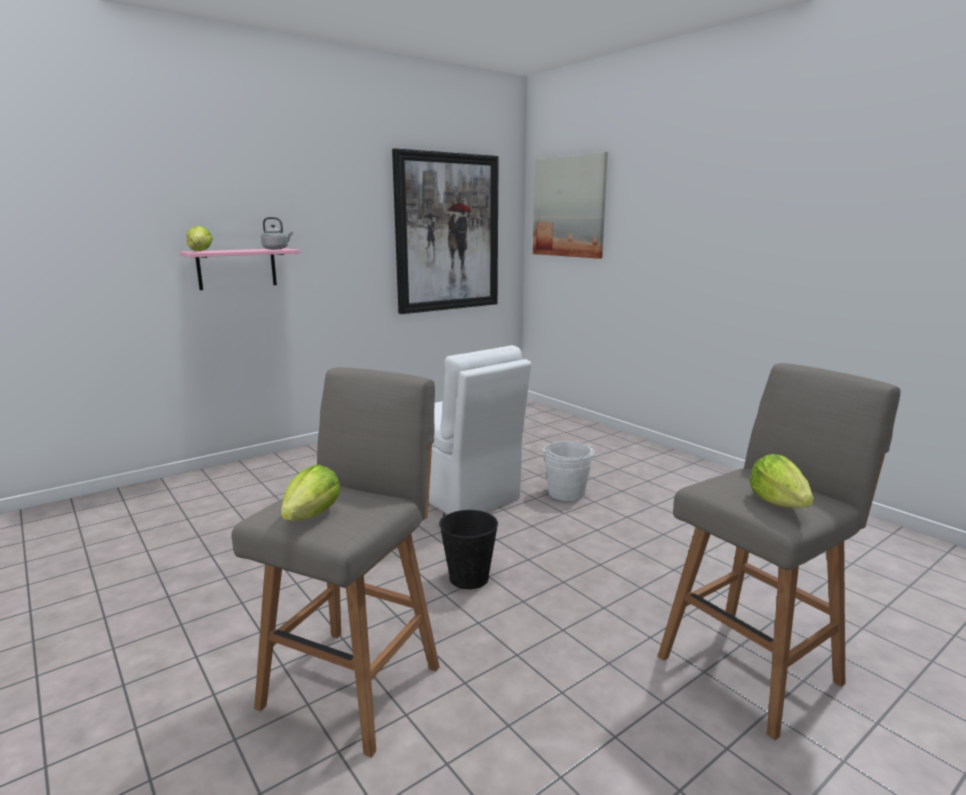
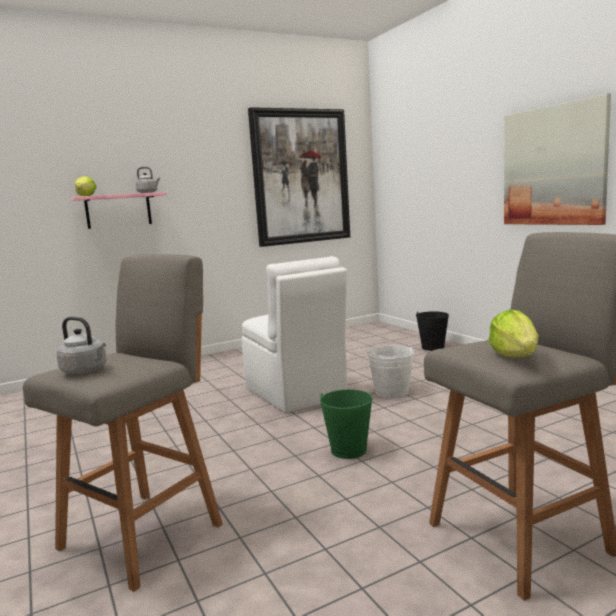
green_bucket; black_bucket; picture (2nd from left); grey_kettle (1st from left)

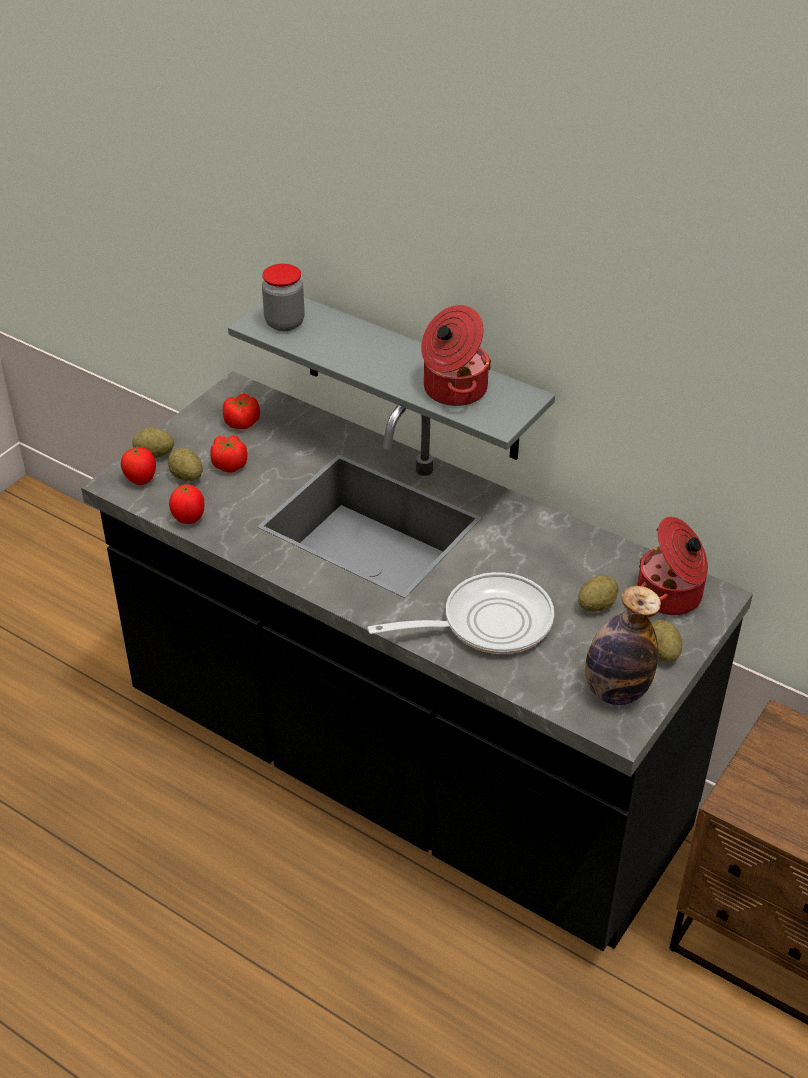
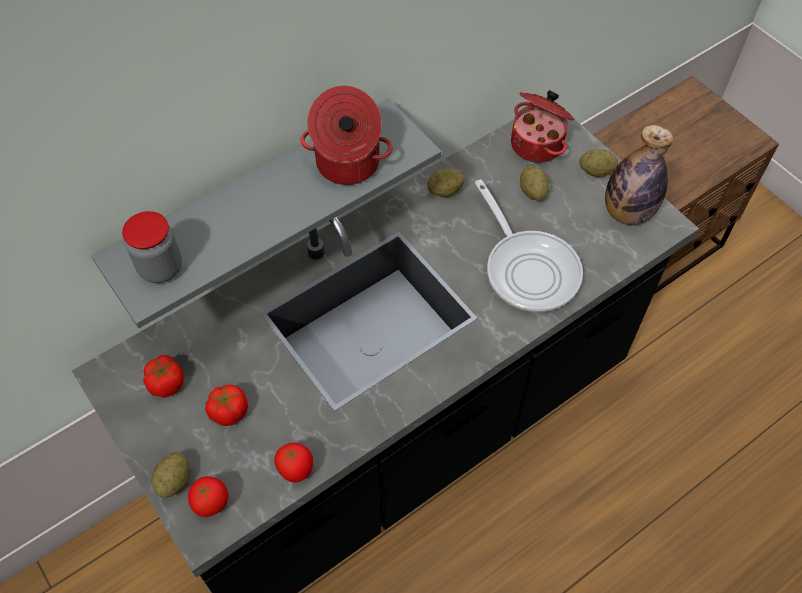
potato (2nd from left); frying_pan

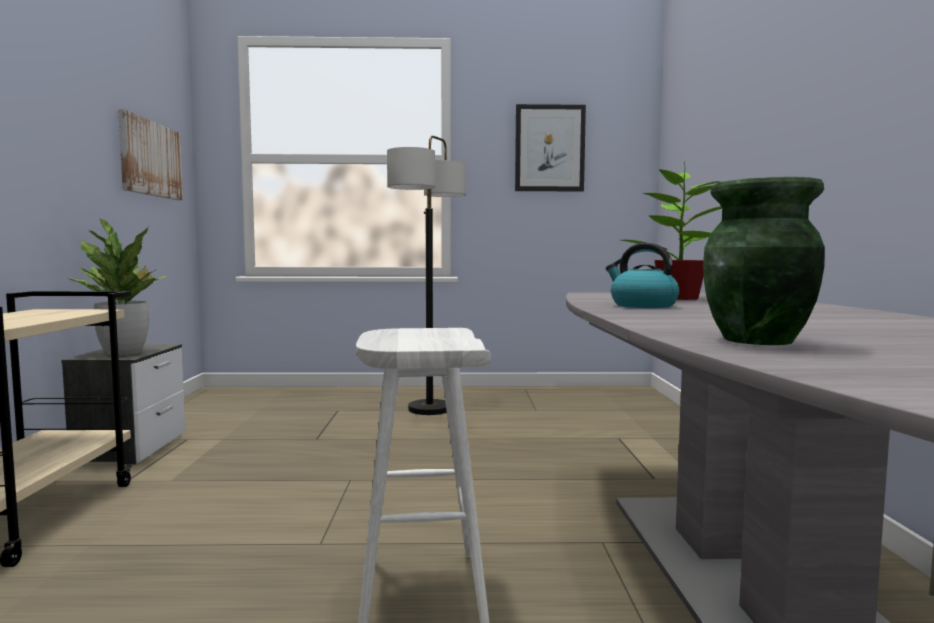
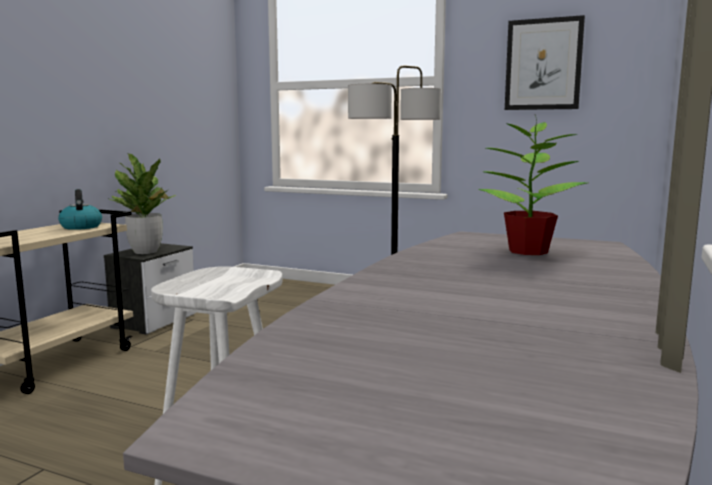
picture (1st from left in the first image); green_vase; kettle

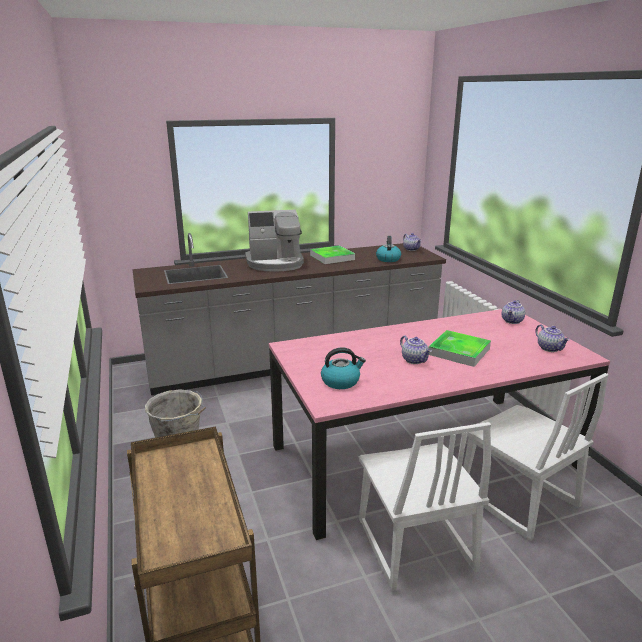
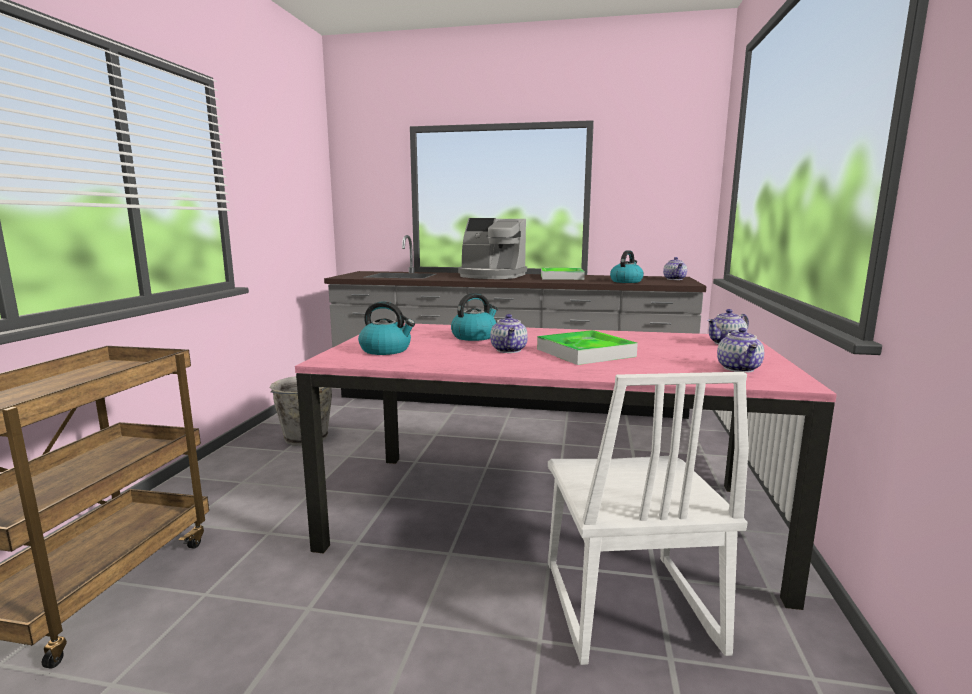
white_chair (1st from left in the first image); kettle (2nd from left)

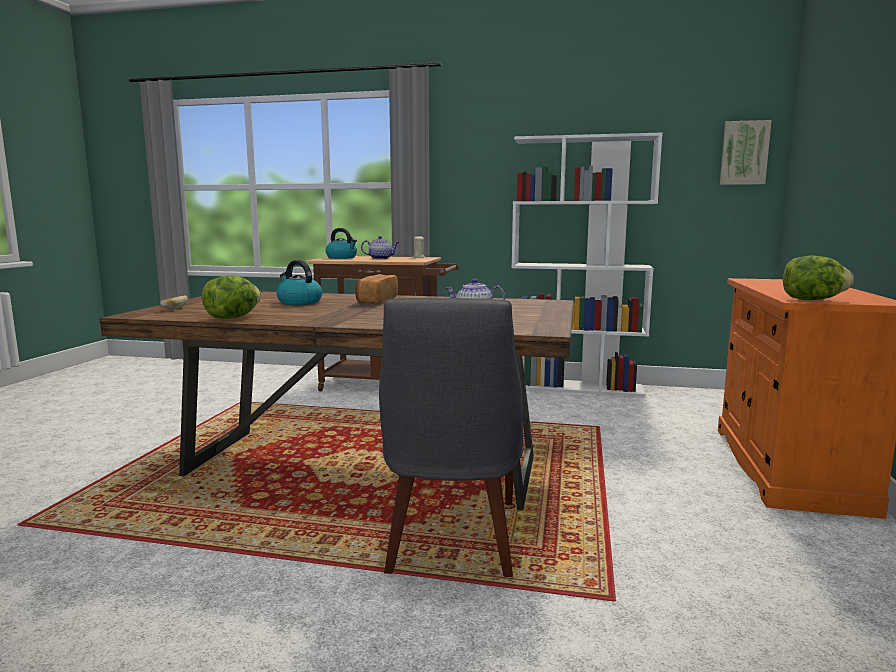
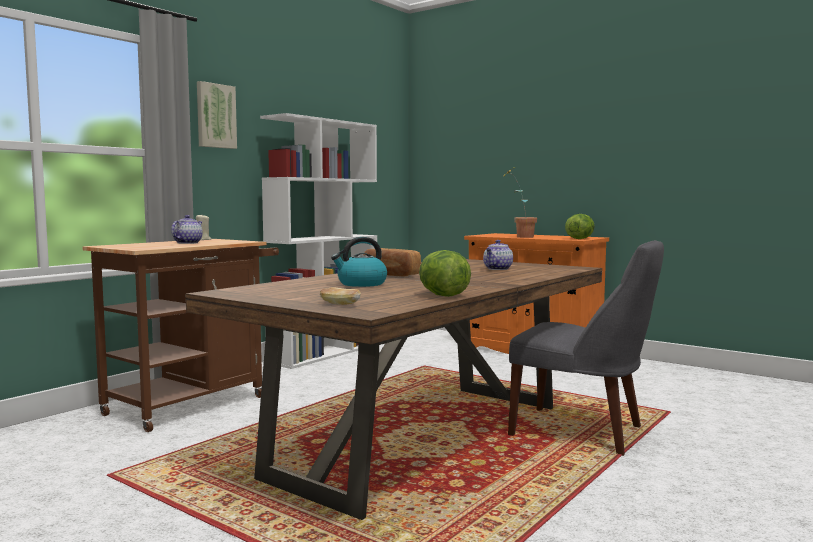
kettle (2nd from left in the first image); potted_plant; picture

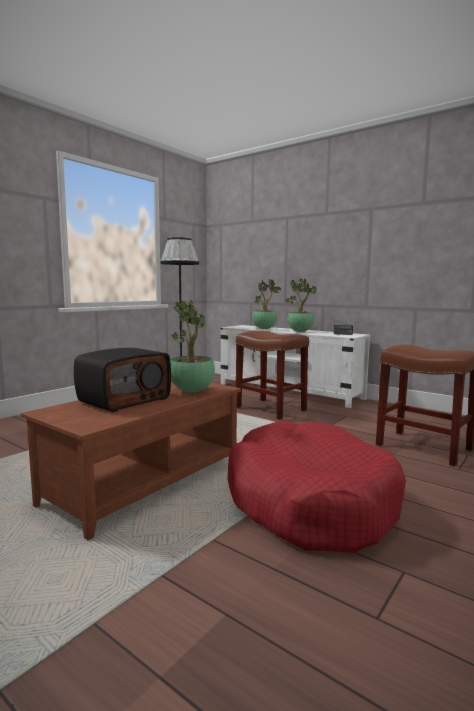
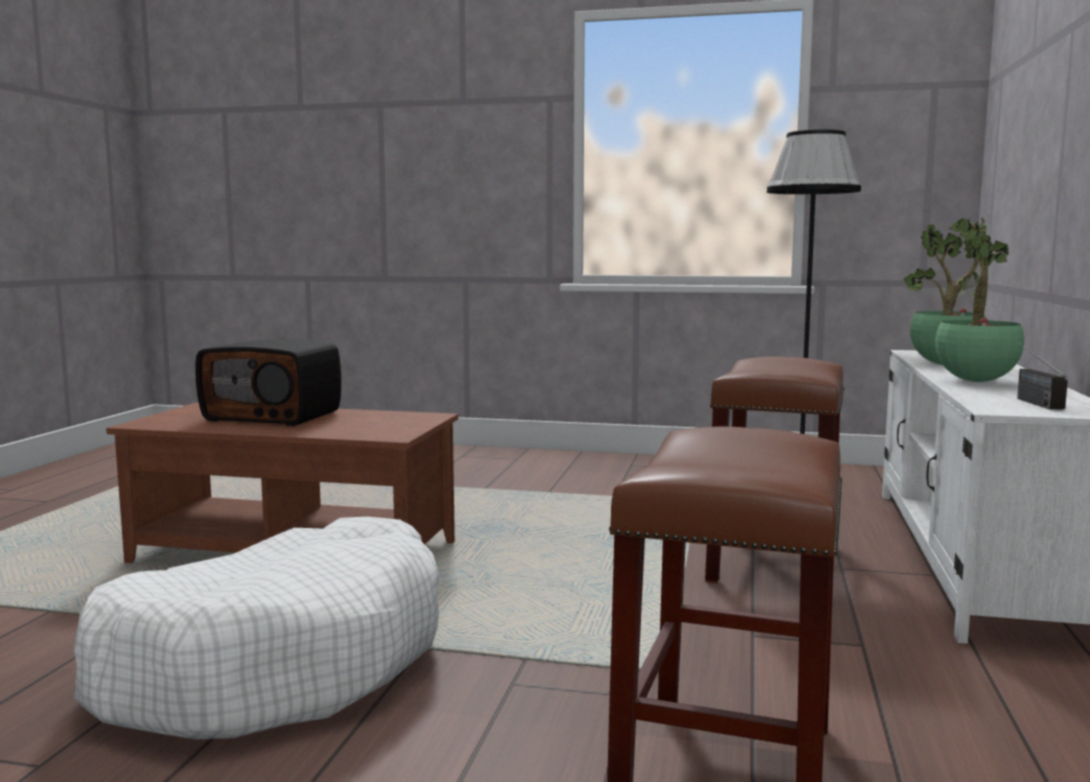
potted_plant (1st from left in the first image); white_dog_bed

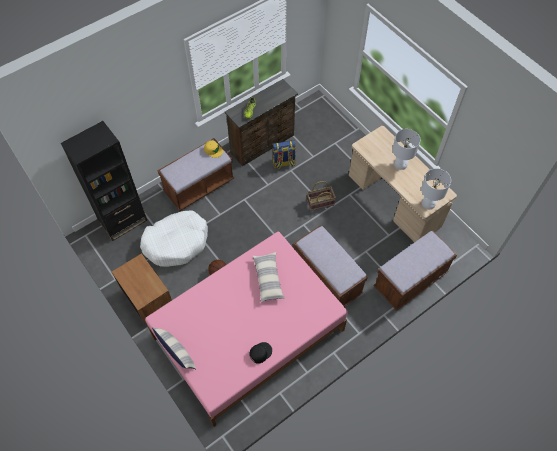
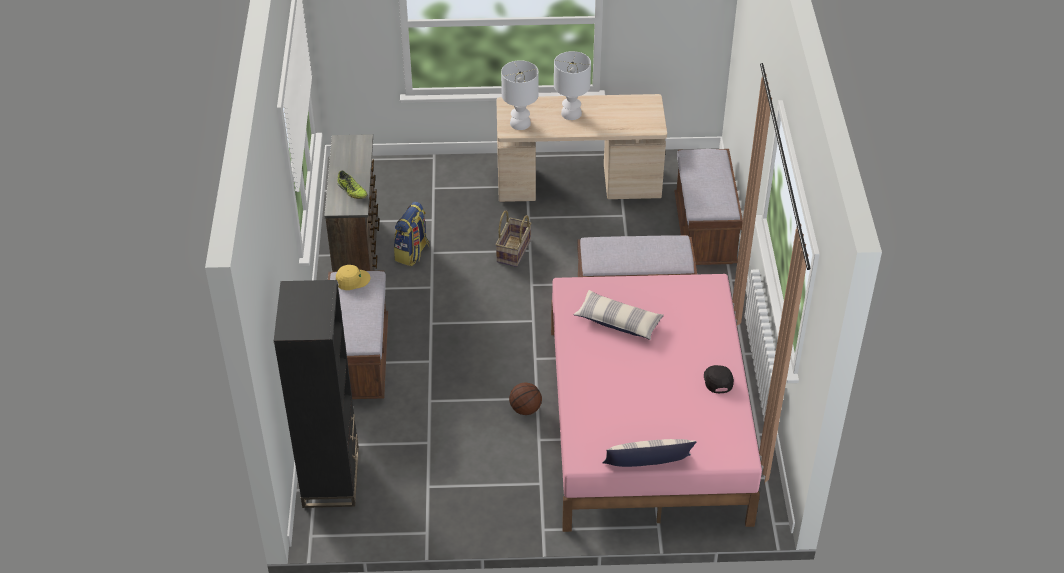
brown_nightstand; white_dog_bed; white_table_lamp (1st from left)

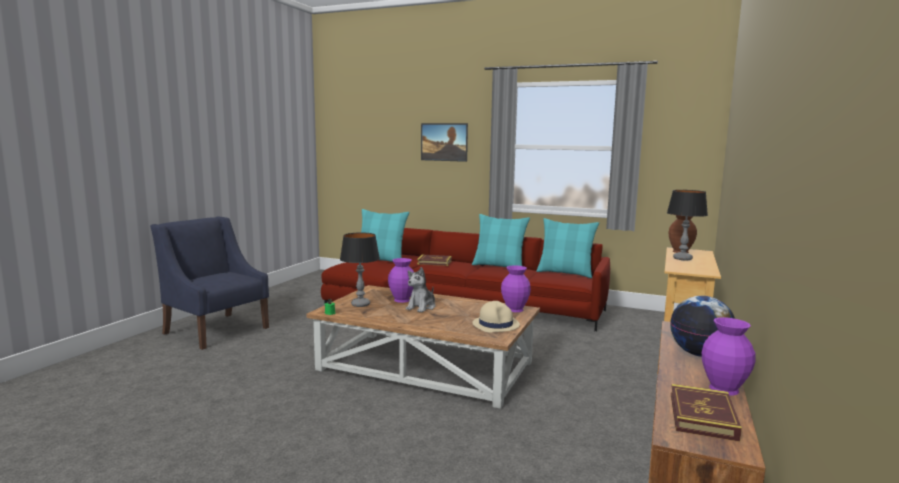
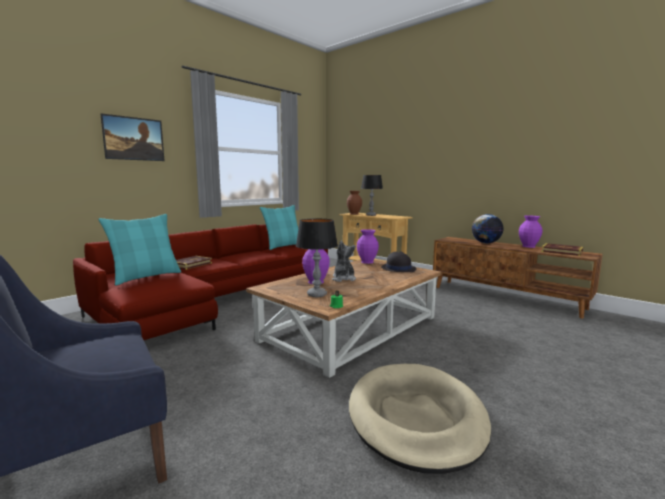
turquoise_pillow (2nd from left in the first image); beige_dog_bed; black_hat; plush_toy

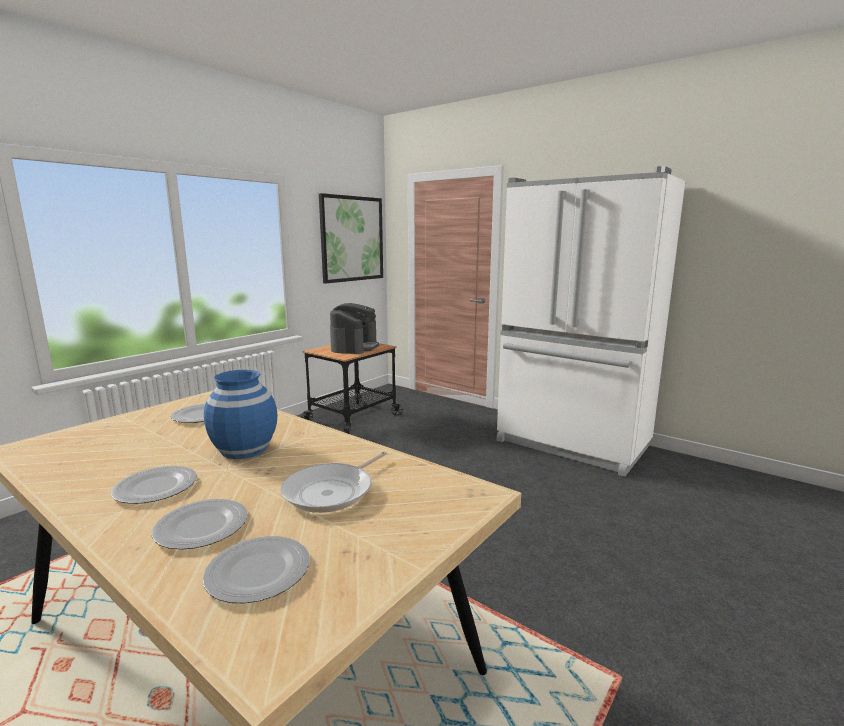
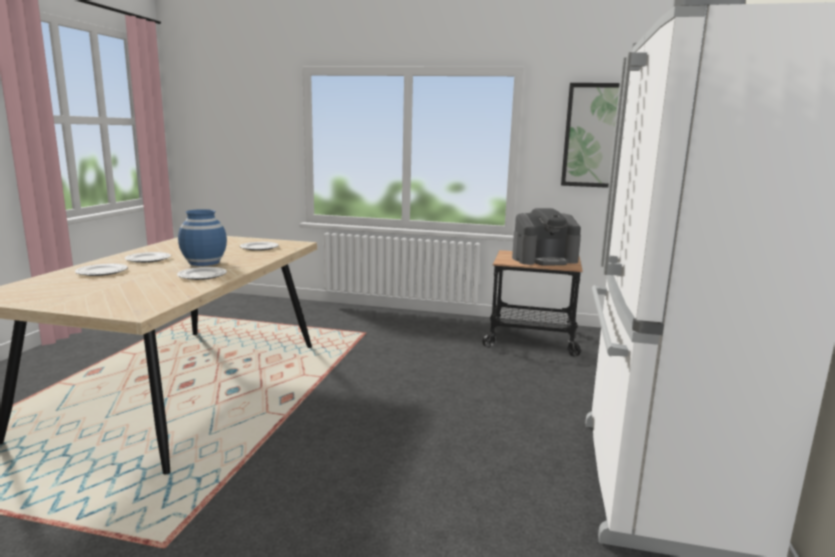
frying_pan; plate (3rd from left)

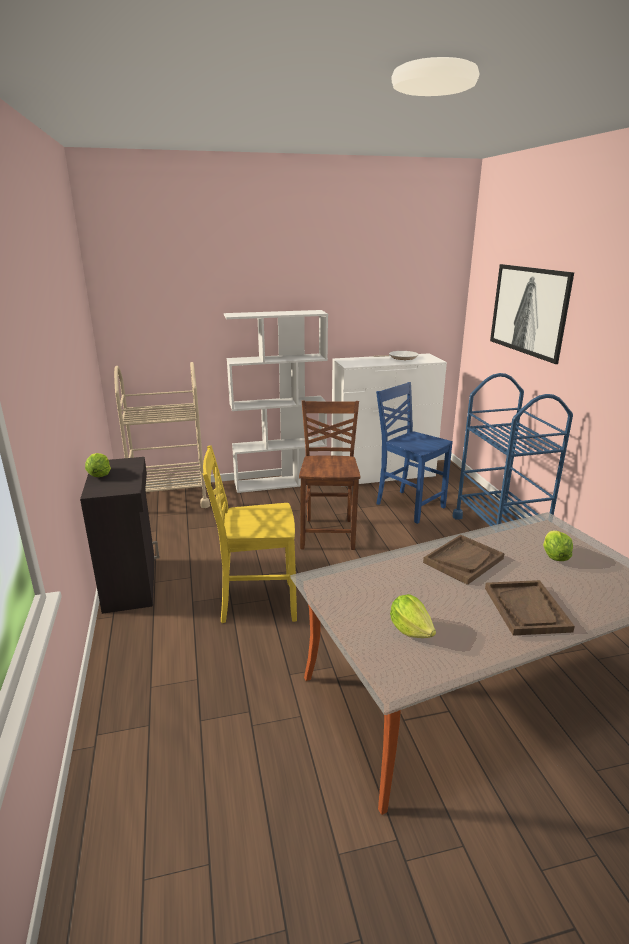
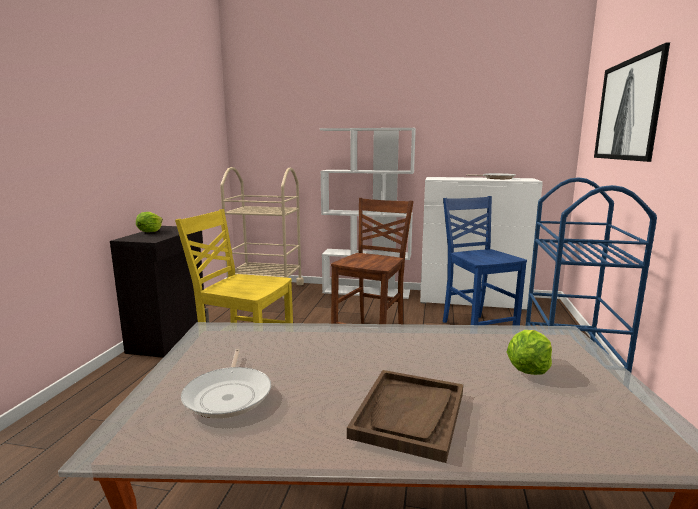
brown_tray (1st from left in the first image); frying_pan (1st from left)

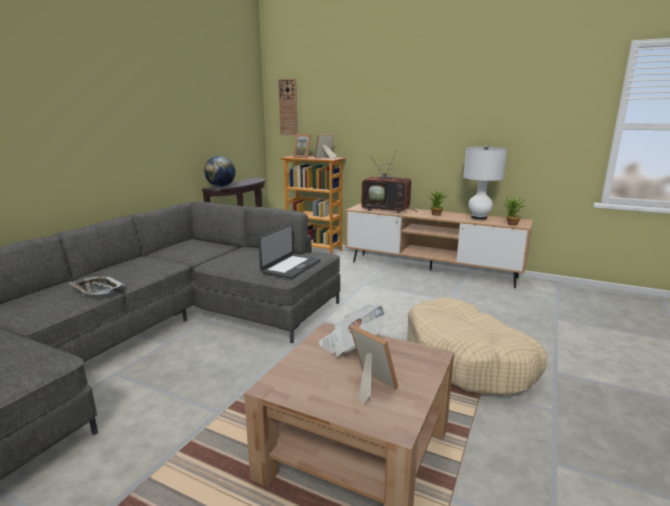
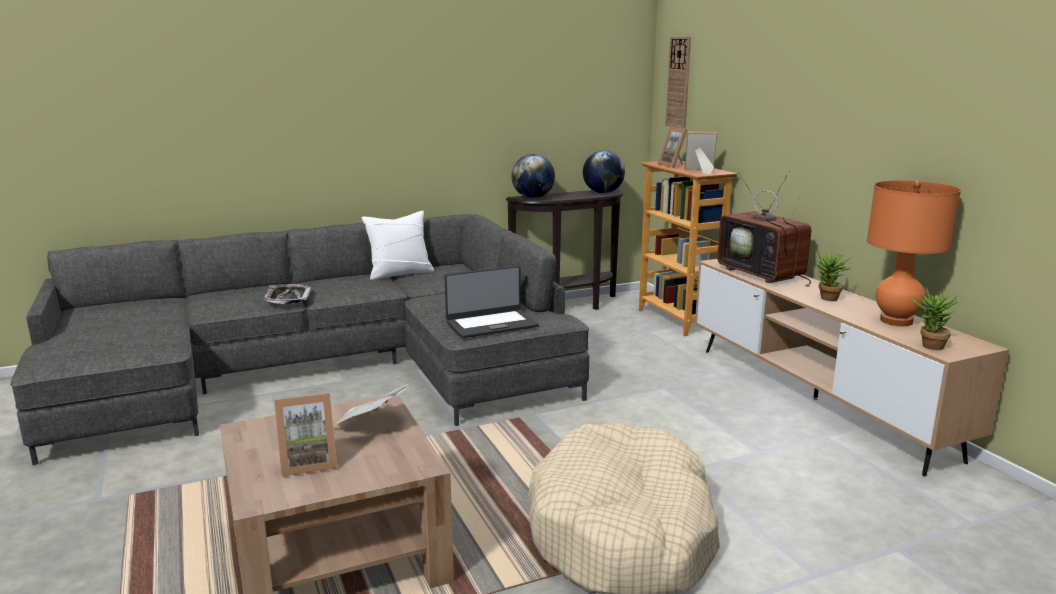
white_pillow; globe (2nd from left); orange_table_lamp; picture_frame (1st from left)

